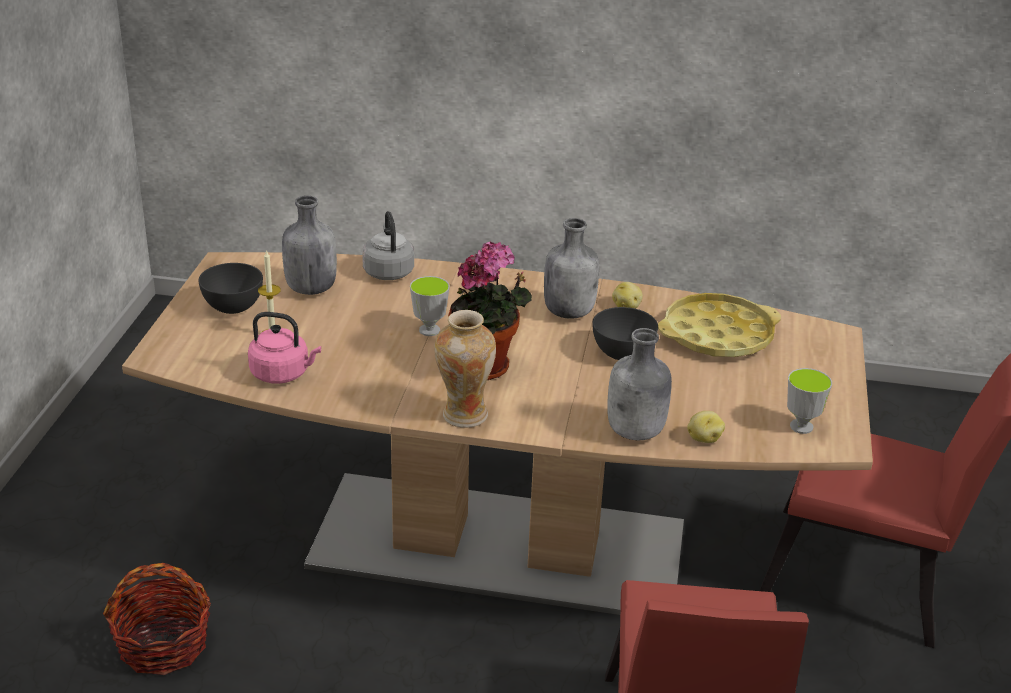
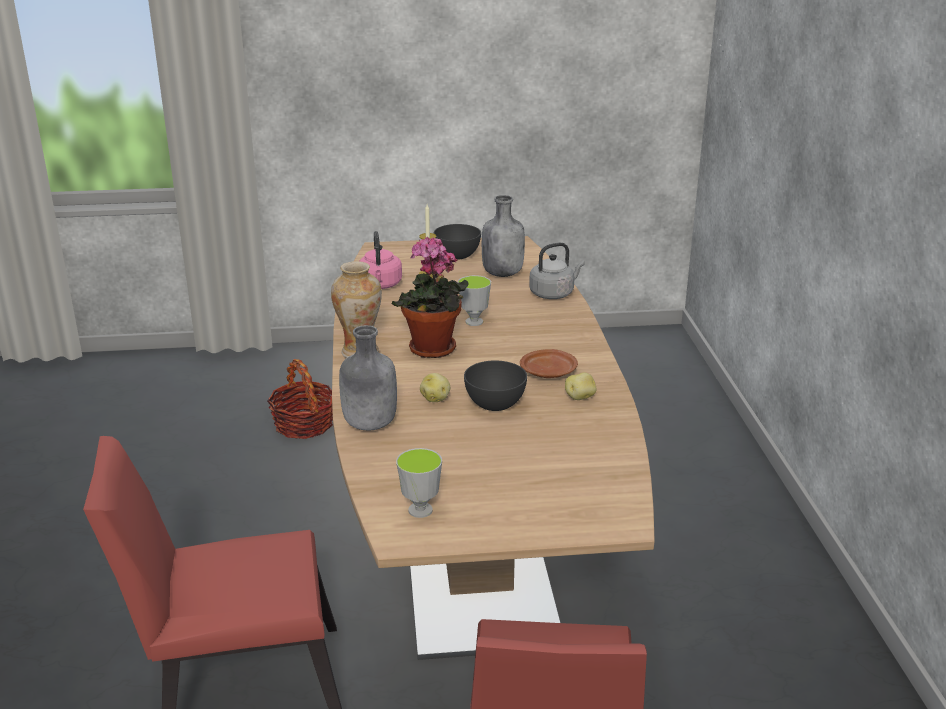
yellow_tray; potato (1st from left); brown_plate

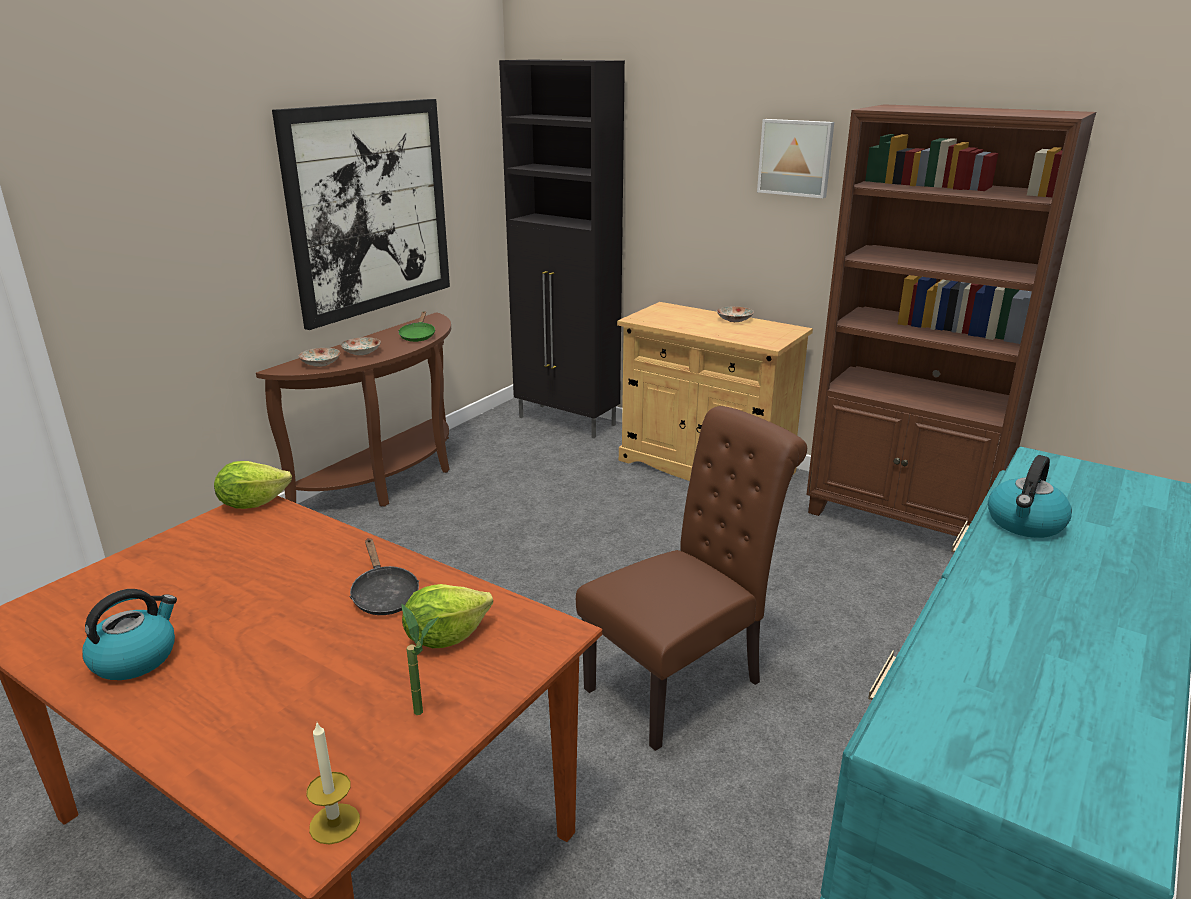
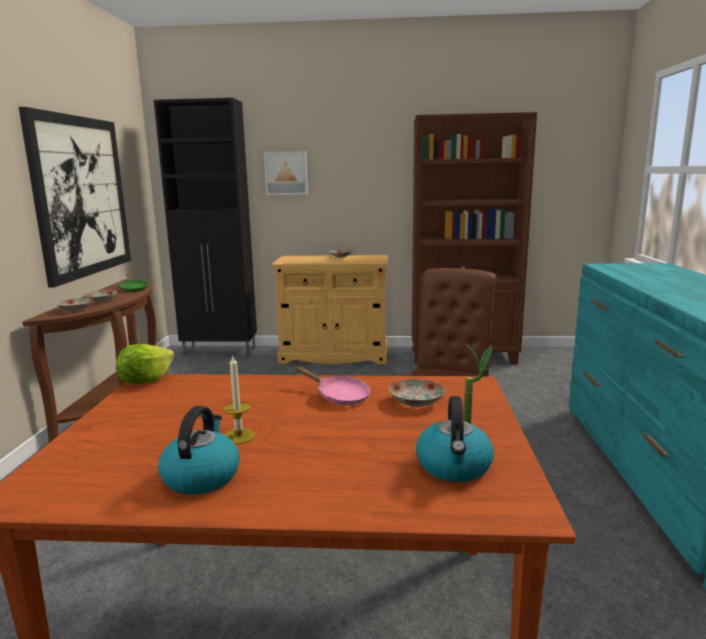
candle; picture (2nd from left); kettle (2nd from left); plate (4th from left); pink_frying_pan

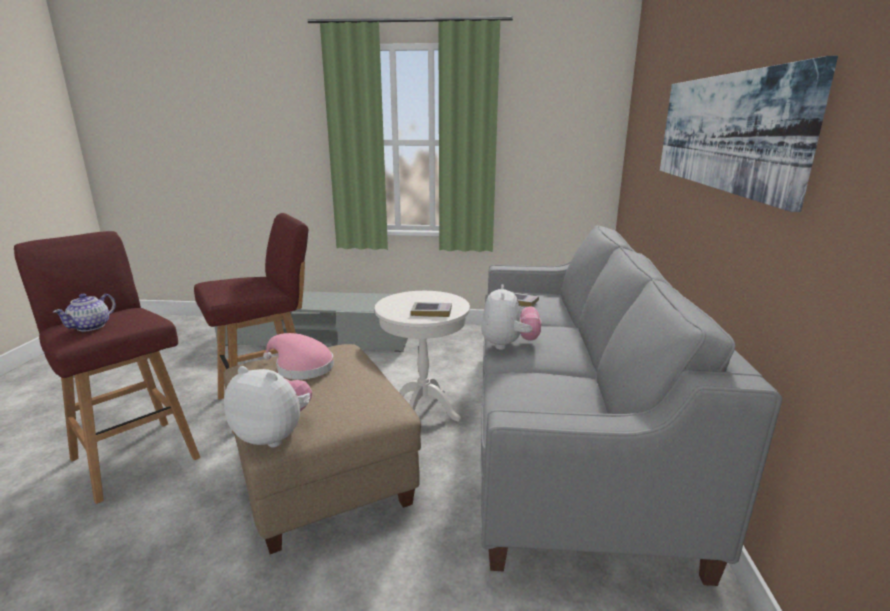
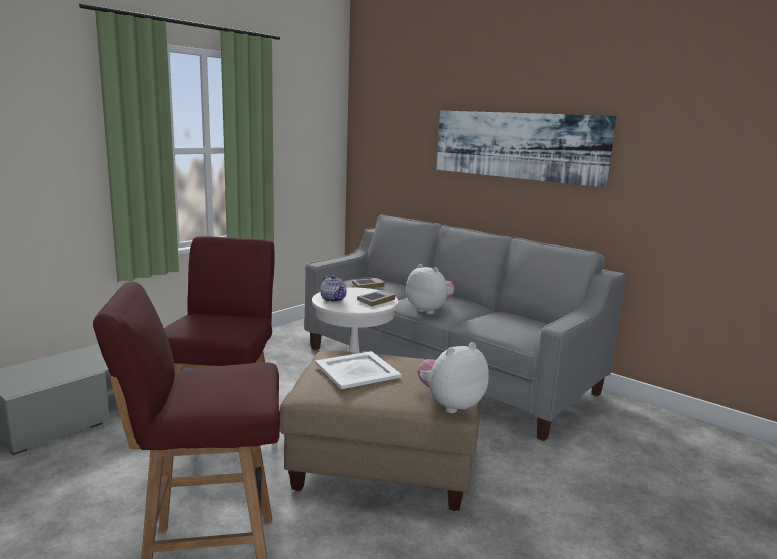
teapot; white_tray

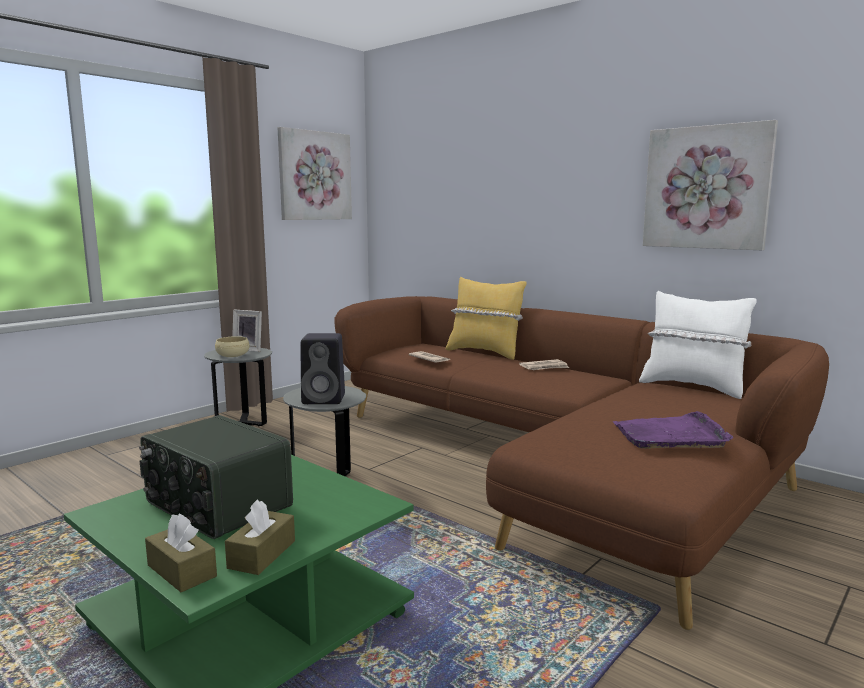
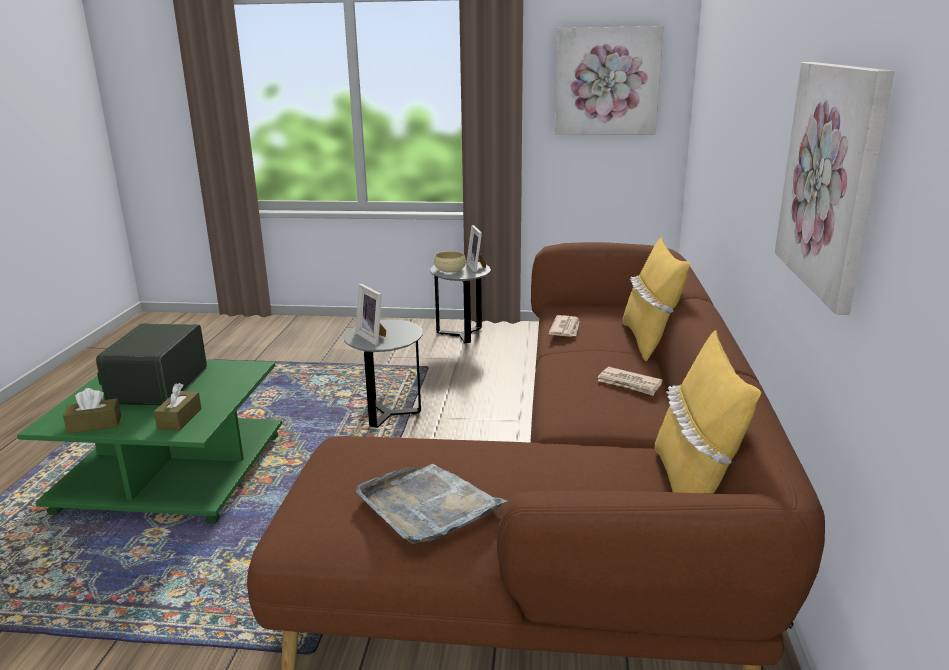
brown_tissue_box (2nd from left); picture_frame (1st from left); grey_tray; yellow_pillow (2nd from left)

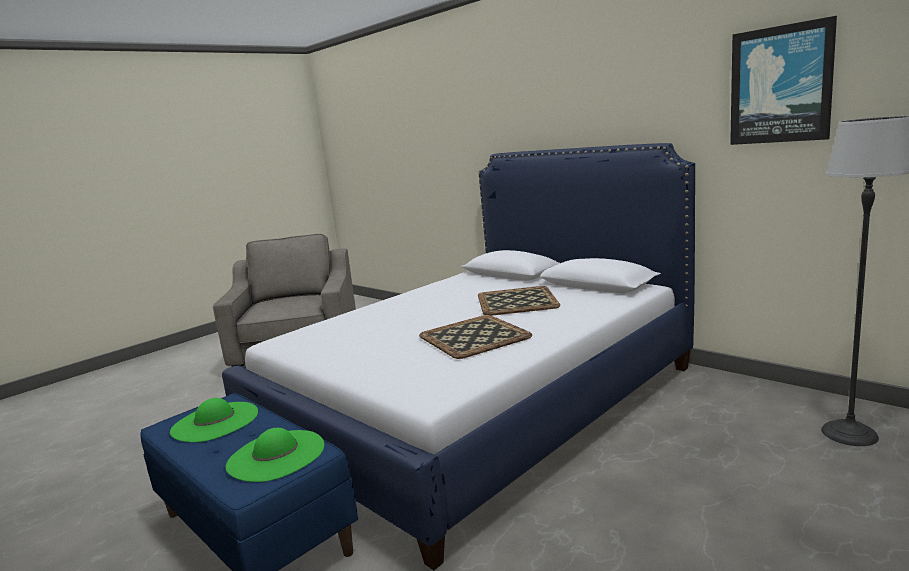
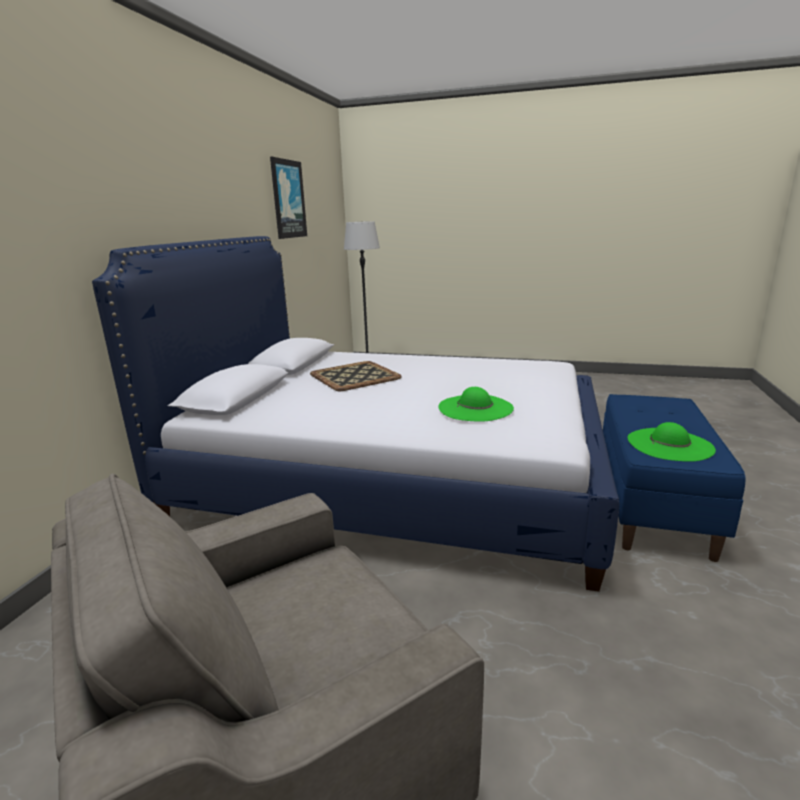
tray (1st from left in the first image); green_hat (1st from left)

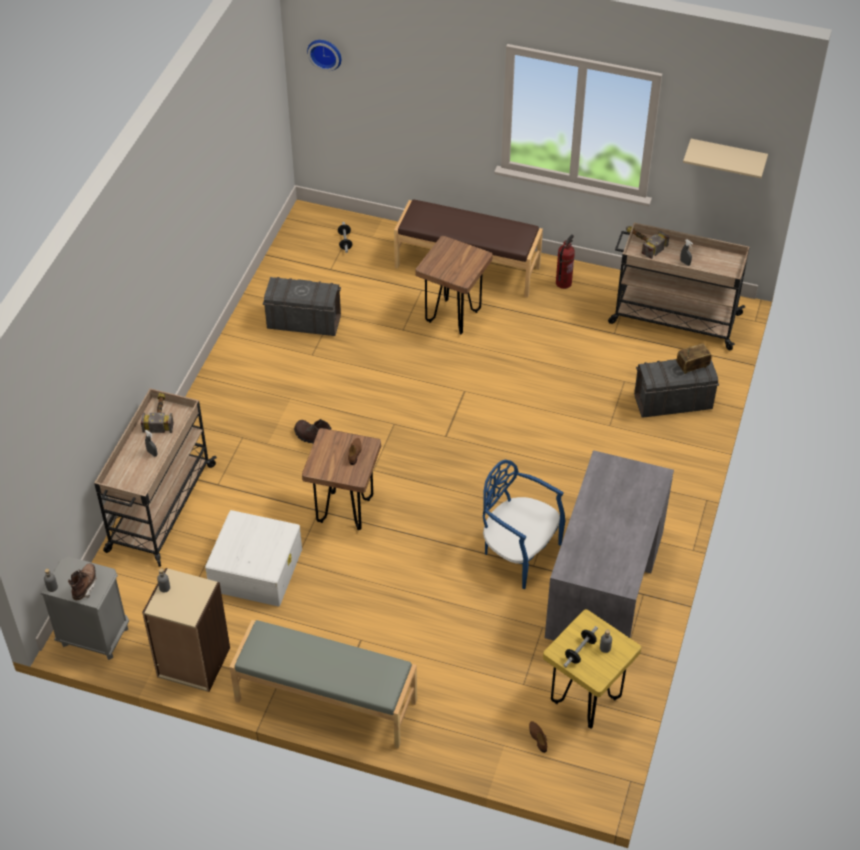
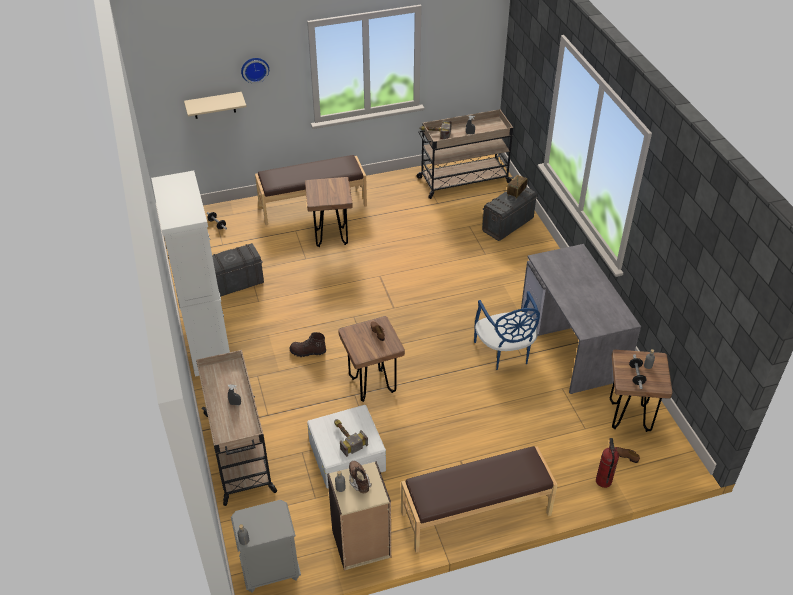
white_cabinet; brown_boot (2nd from left); hammer (1st from left); wall_clock; fire_extinguisher; beige_shelf; brown_bench (2nd from left); brown_stool (3rd from left); blue_chair

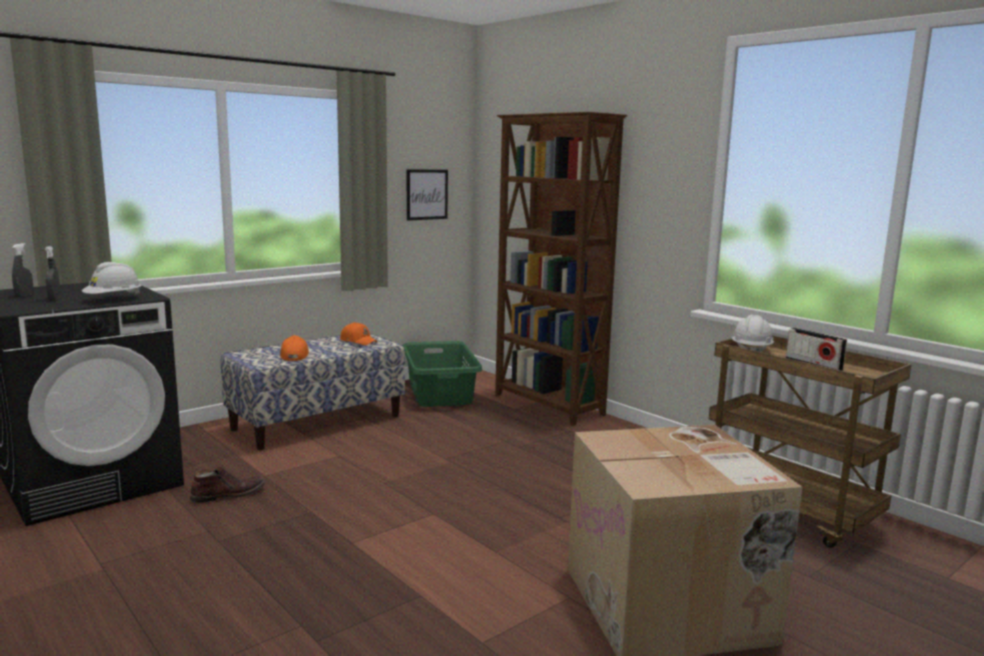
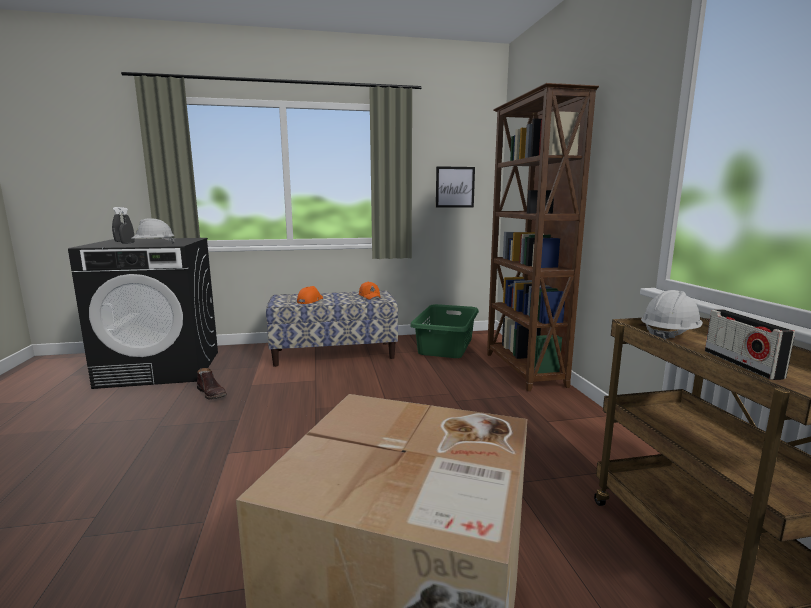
brown_boot

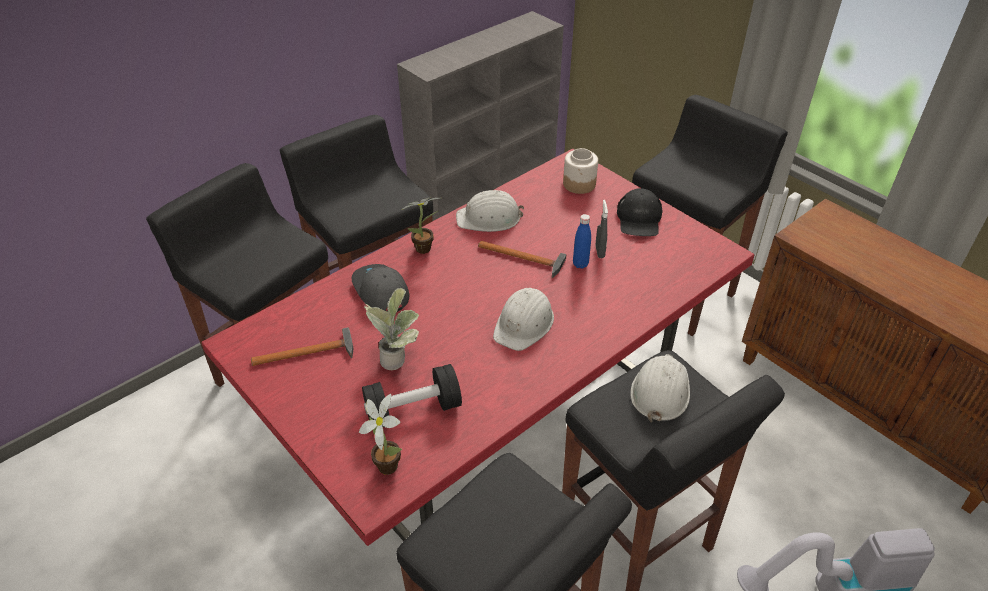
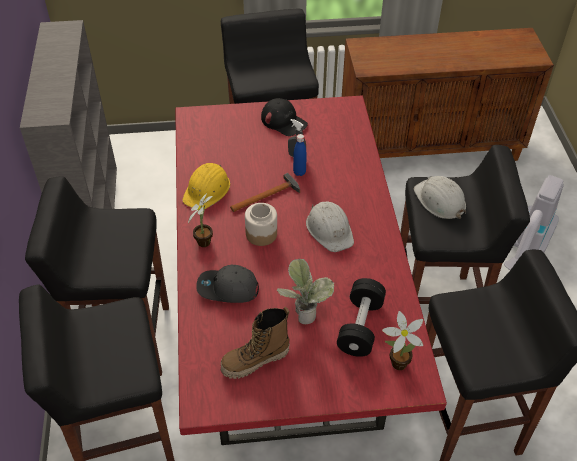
jar; boot; yellow_hard_hat

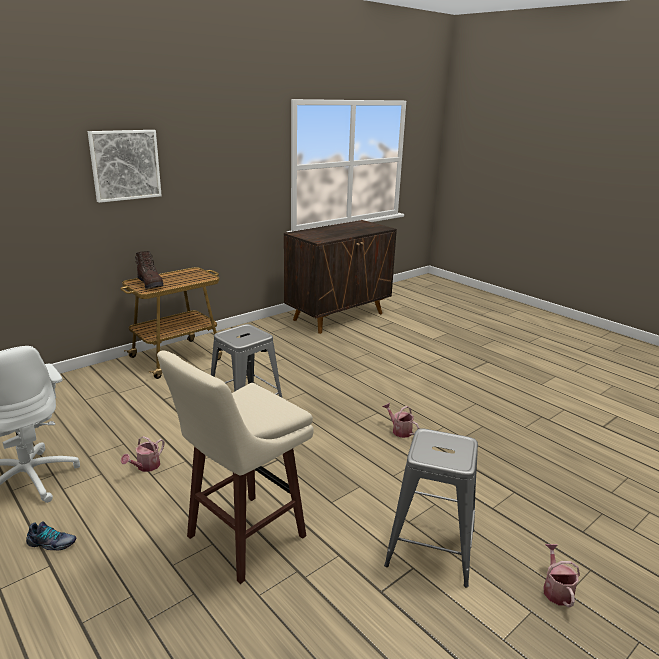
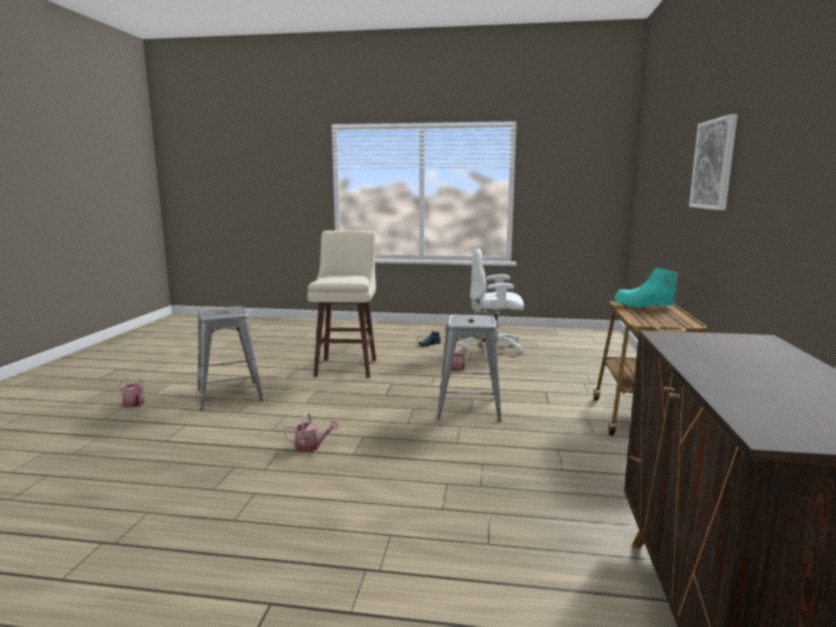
turquoise_boot

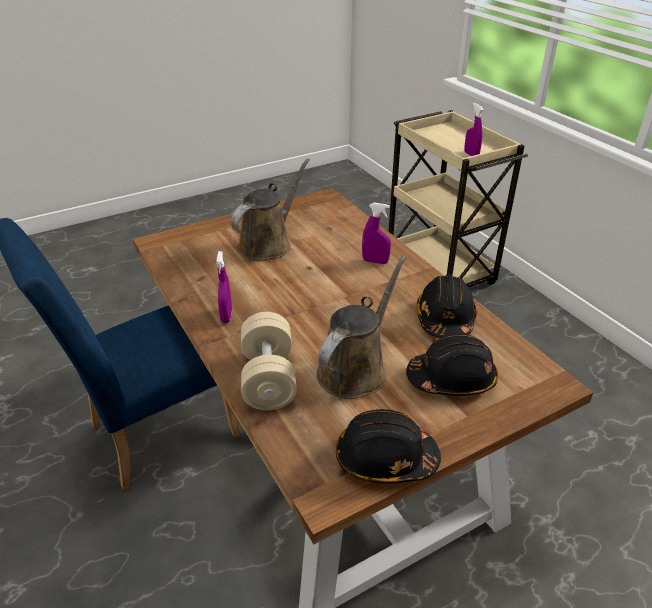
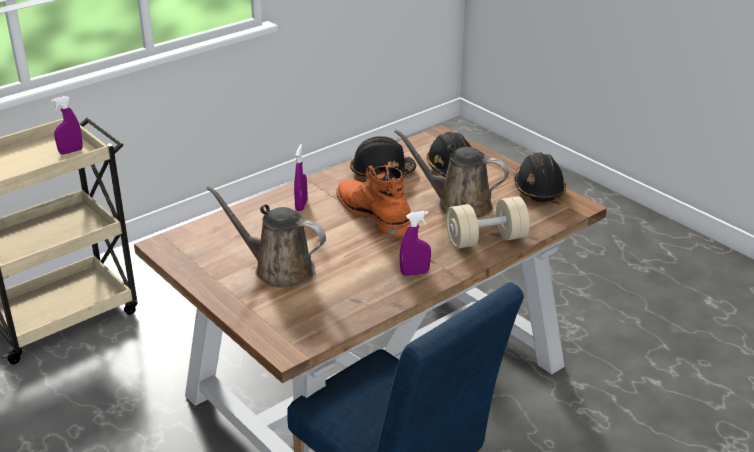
orange_boot

